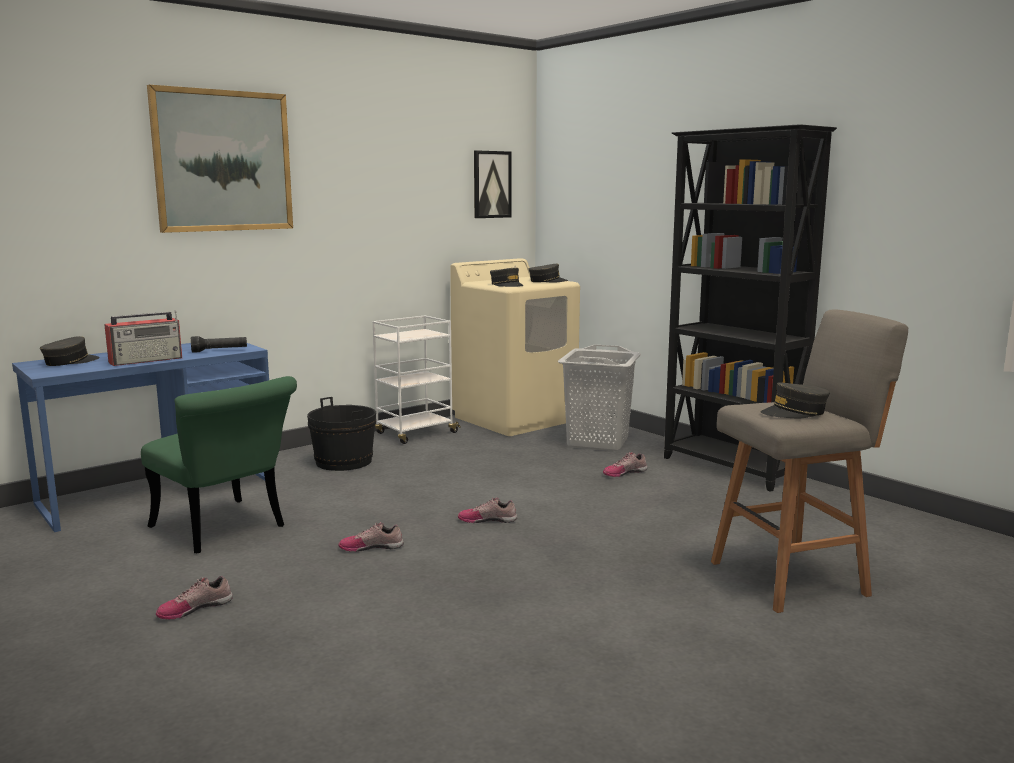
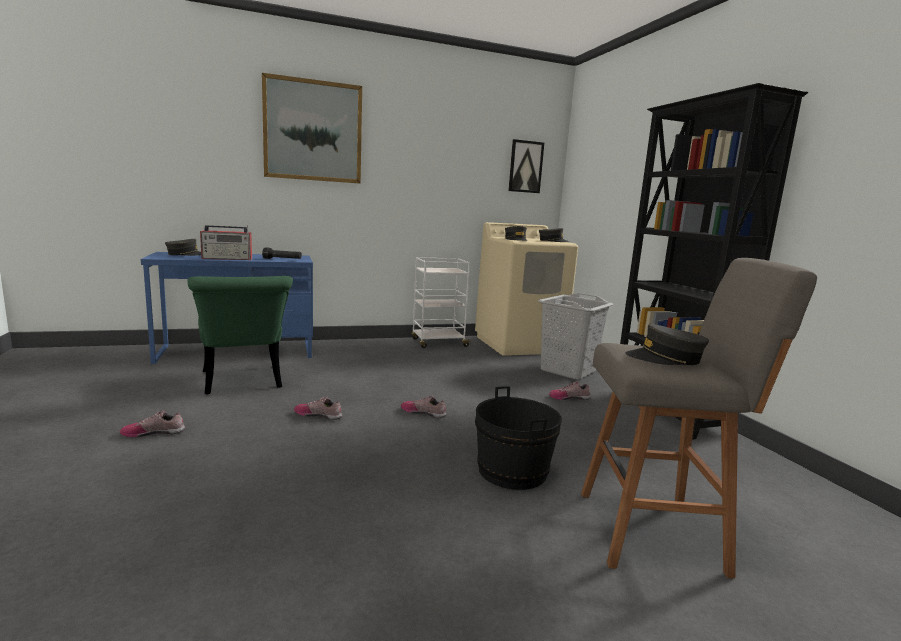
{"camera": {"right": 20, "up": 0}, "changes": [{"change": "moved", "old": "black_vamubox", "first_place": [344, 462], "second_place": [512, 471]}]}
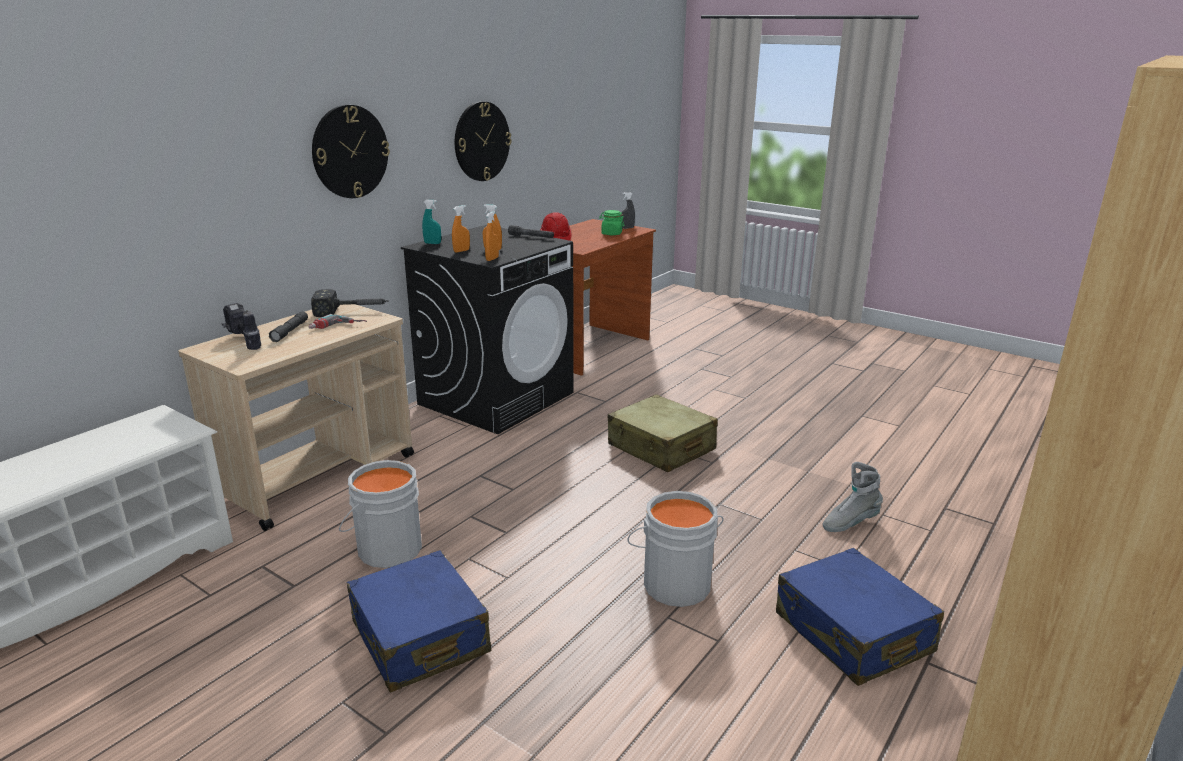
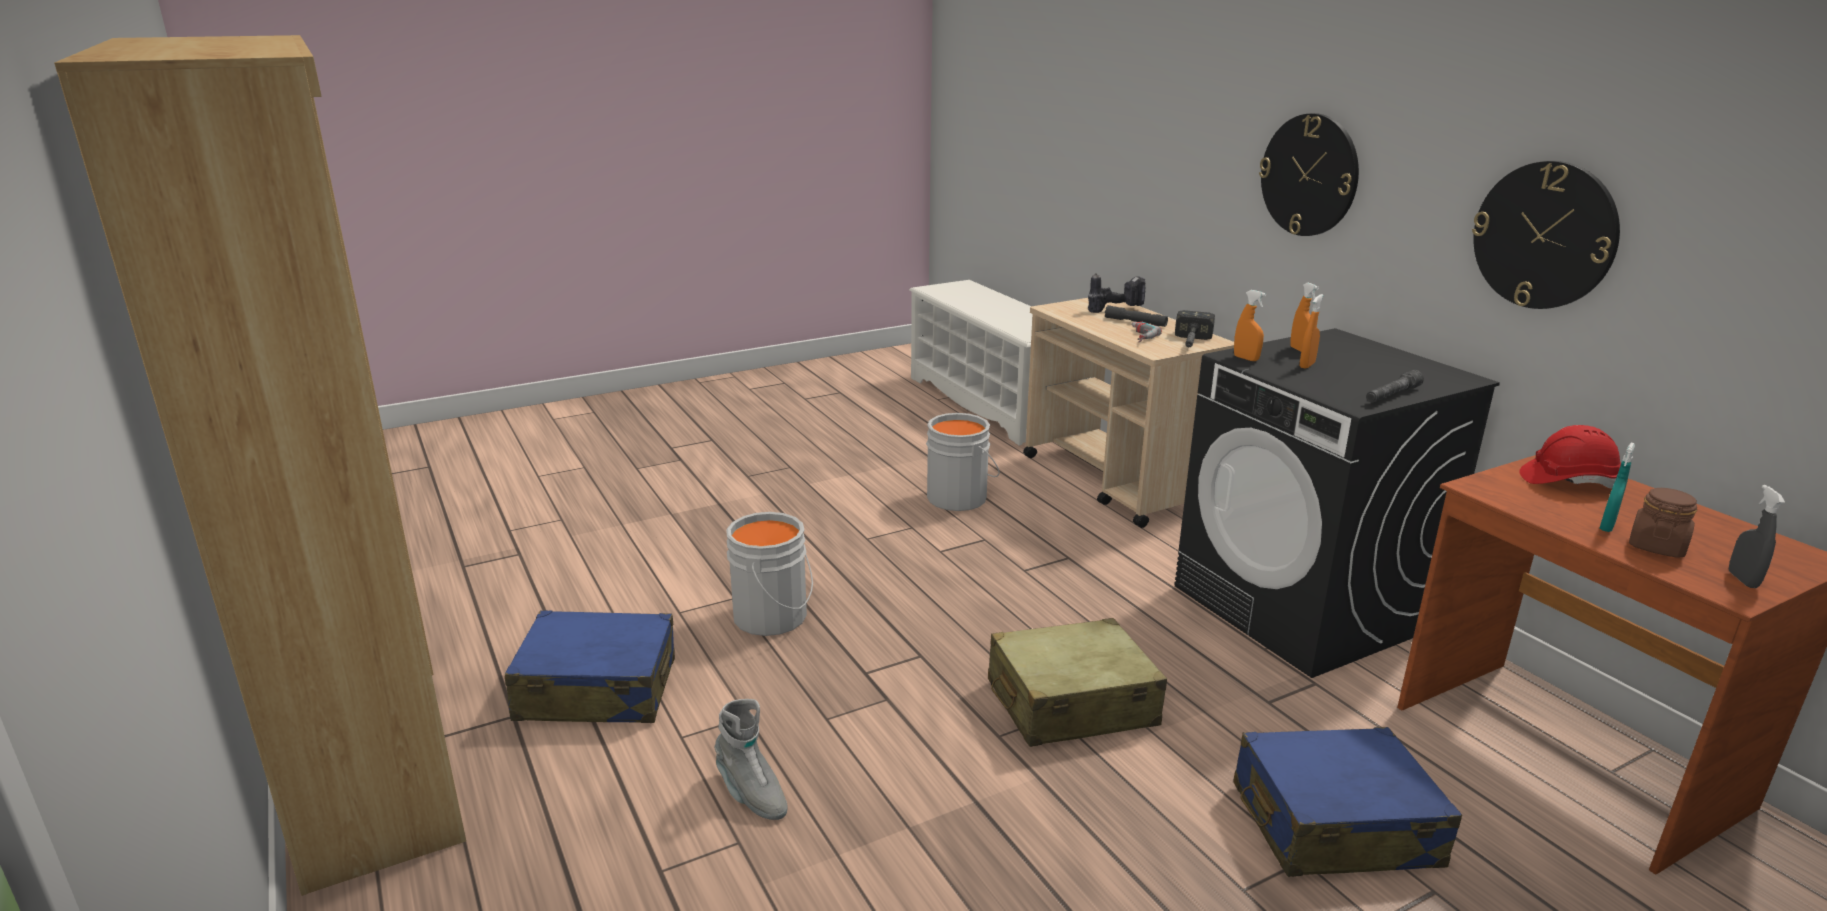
{"camera": {"right": 115, "up": 0}, "changes": [{"change": "moved", "old": "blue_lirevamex", "first_place": [419, 637], "second_place": [1333, 825]}, {"change": "moved", "old": "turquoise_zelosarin", "first_place": [432, 243], "second_place": [1607, 526]}, {"change": "recoloured", "old": "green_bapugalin", "new": "brown_bapugalin", "first_place": [611, 234], "second_place": [1656, 546]}, {"change": "turned", "old": "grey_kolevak", "first_place": [850, 523], "second_place": [751, 794], "degrees": 135}]}
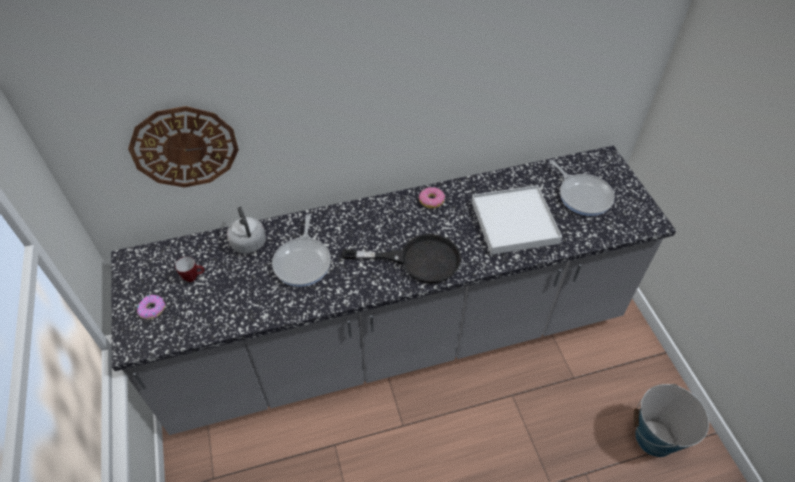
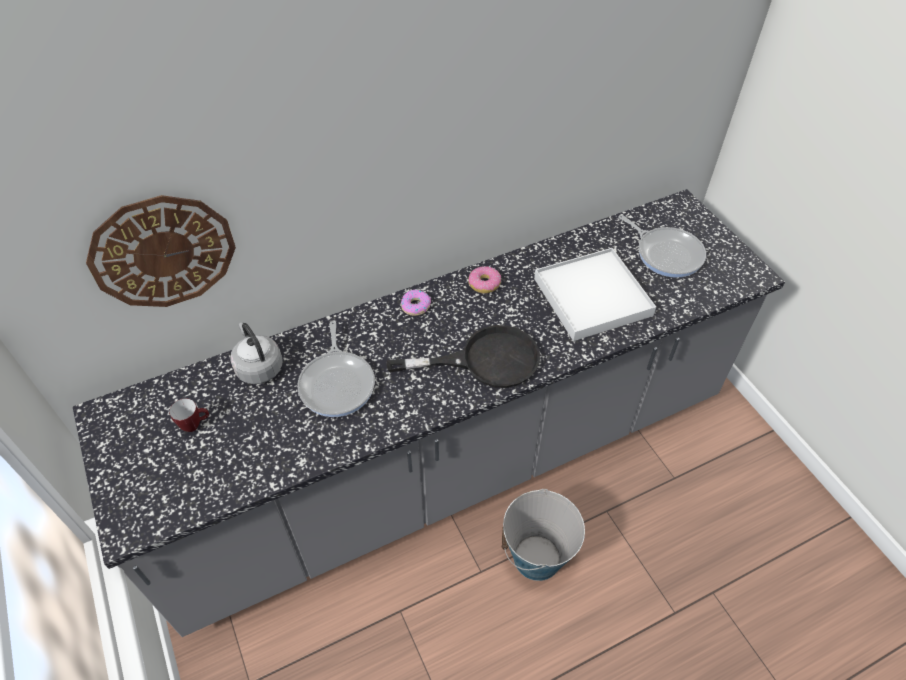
{"camera": {"right": -10, "up": 0}, "changes": [{"change": "moved", "old": "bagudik", "first_place": [152, 309], "second_place": [415, 306]}, {"change": "moved", "old": "vamubox", "first_place": [654, 438], "second_place": [537, 558]}]}
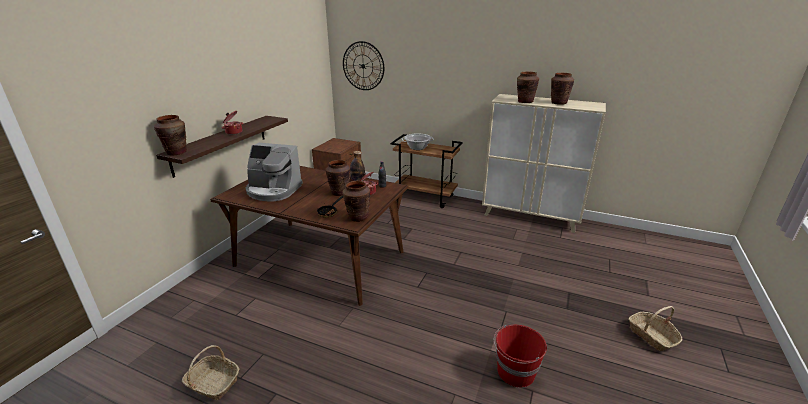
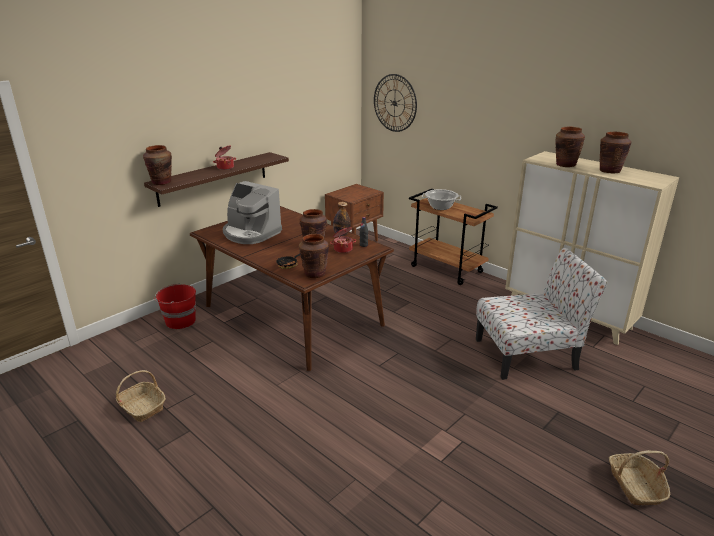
{"camera": {"right": 20, "up": 0}, "changes": [{"change": "added", "new": "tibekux", "second_place": [528, 354]}, {"change": "moved", "old": "red_vamubox", "first_place": [515, 372], "second_place": [179, 321]}]}
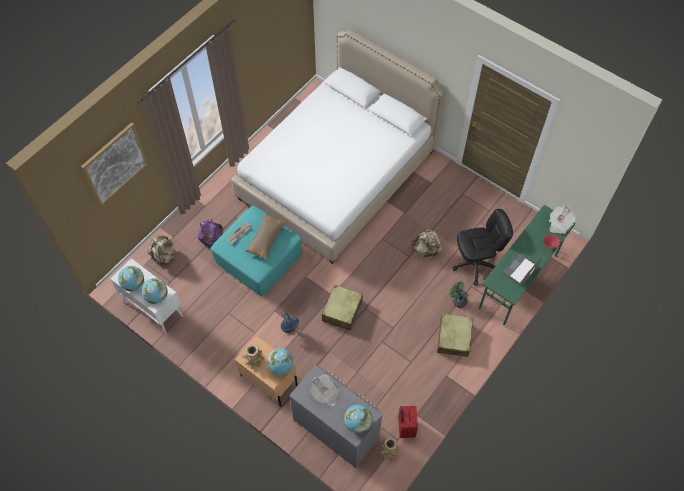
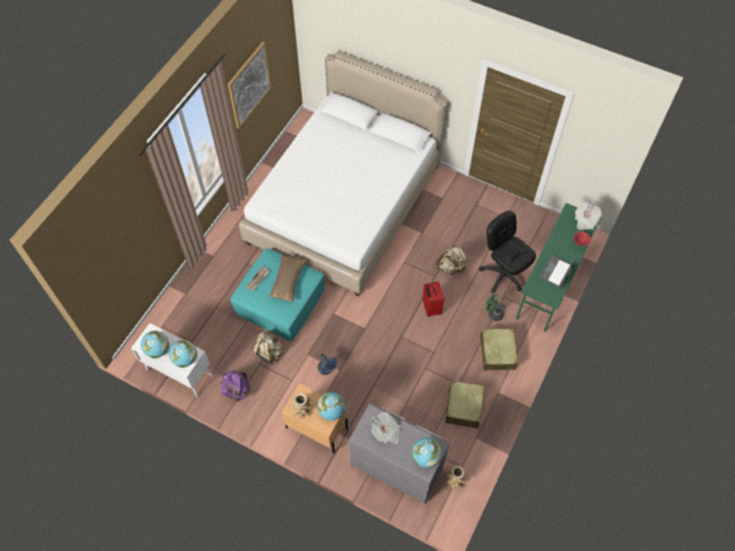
{"camera": {"right": -10, "up": 0}, "changes": [{"change": "moved", "old": "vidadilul", "first_place": [114, 164], "second_place": [249, 85]}, {"change": "moved", "old": "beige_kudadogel", "first_place": [164, 256], "second_place": [269, 352]}, {"change": "moved", "old": "purple_kudadogel", "first_place": [212, 240], "second_place": [236, 390]}, {"change": "moved", "old": "beige_lirevamex", "first_place": [342, 311], "second_place": [463, 407]}, {"change": "moved", "old": "red_lirevamex", "first_place": [405, 428], "second_place": [431, 308]}, {"change": "turned", "old": "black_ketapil", "first_place": [475, 264], "second_place": [503, 274], "degrees": -105}]}
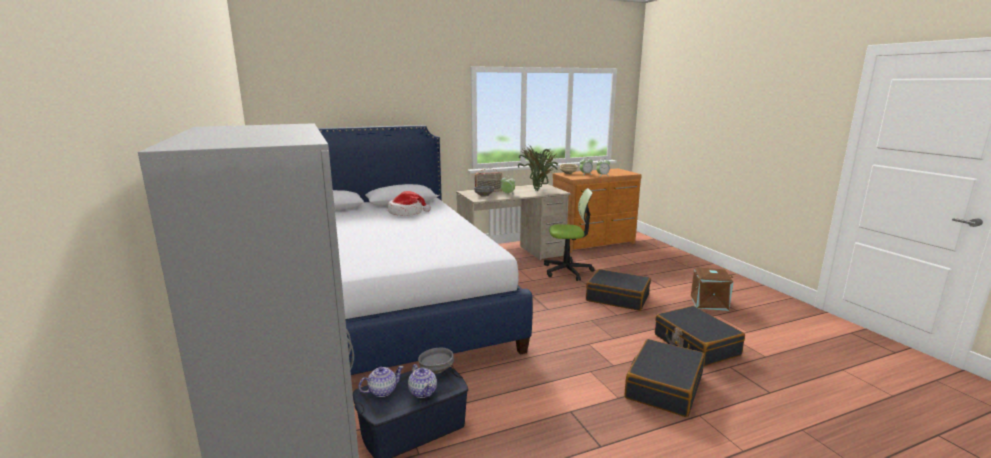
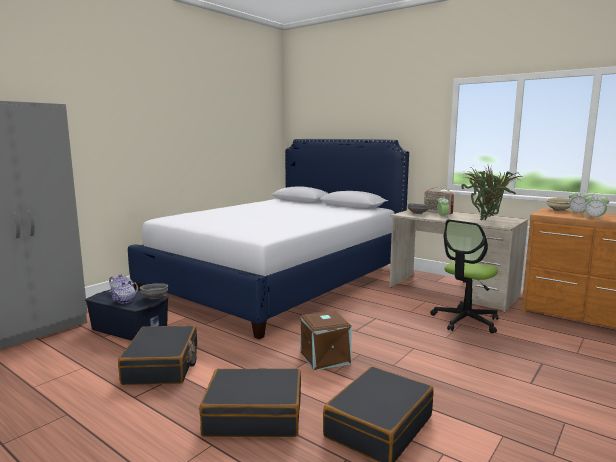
{"camera": {"right": 60, "up": -5}, "changes": [{"change": "removed", "old": "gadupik", "first_place": [406, 213]}, {"change": "moved", "old": "black_lirevamex", "first_place": [617, 298], "second_place": [162, 366]}, {"change": "moved", "old": "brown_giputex", "first_place": [709, 302], "second_place": [326, 358]}, {"change": "turned", "old": "ketapil", "first_place": [567, 271], "second_place": [465, 321], "degrees": 75}]}
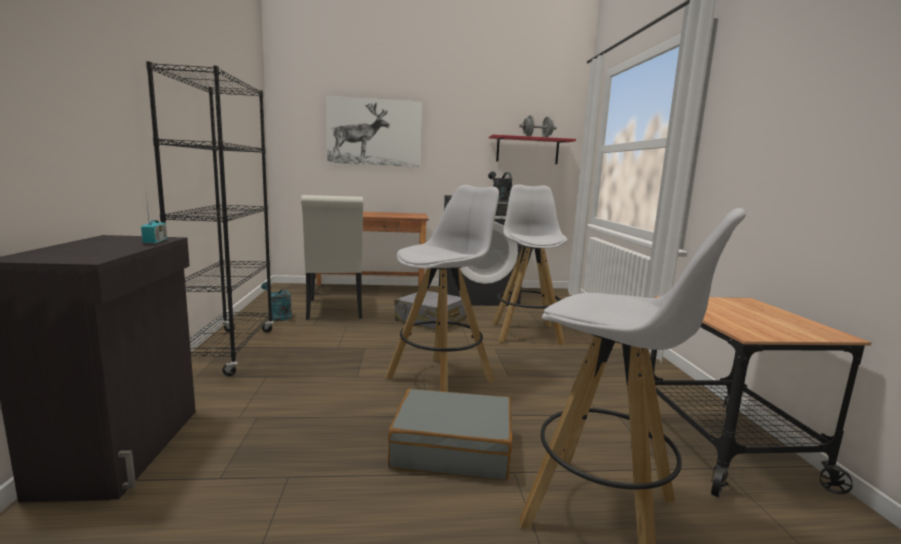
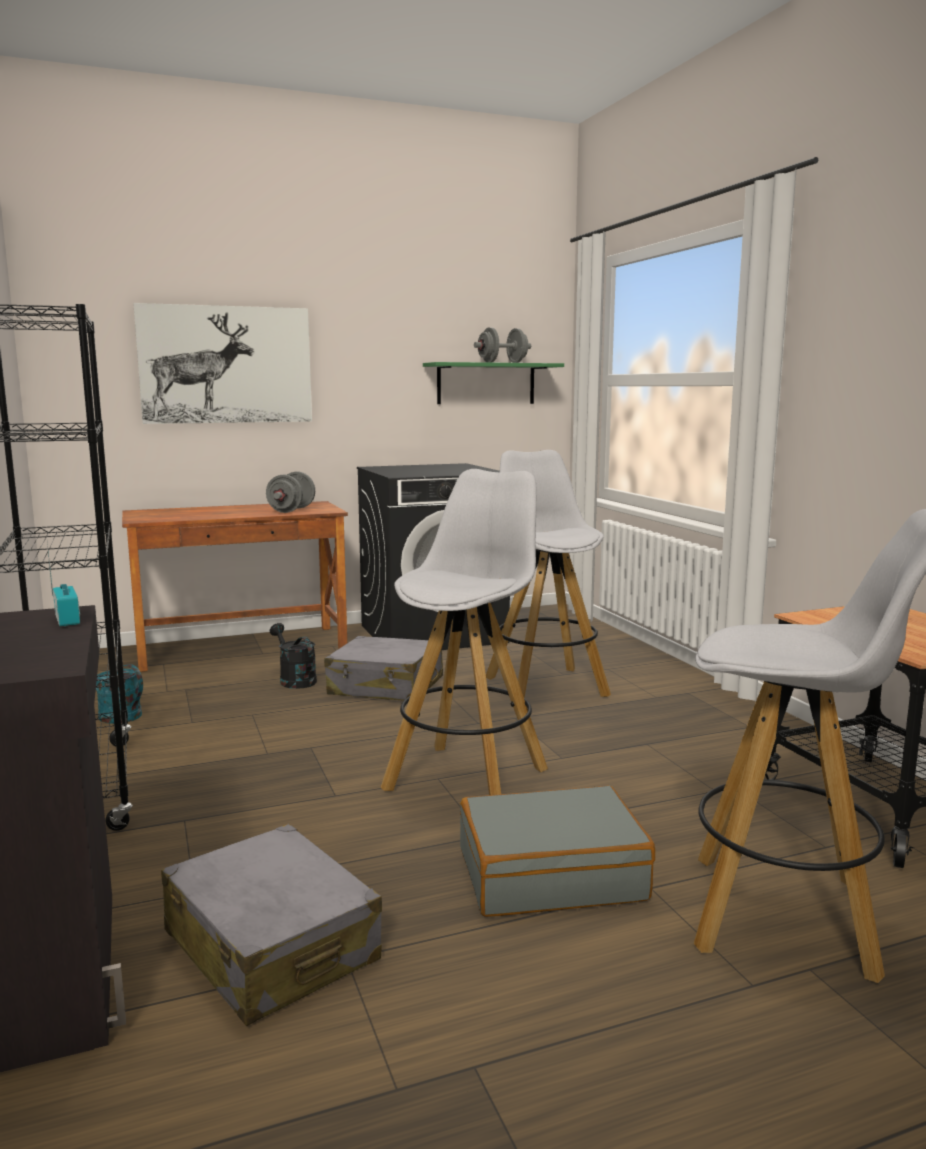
{"camera": {"right": -15, "up": 0}, "changes": [{"change": "removed", "old": "white_tibekux", "first_place": [335, 311]}, {"change": "added", "new": "grey_lirevamex", "second_place": [271, 947]}, {"change": "added", "new": "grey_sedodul", "second_place": [291, 510]}, {"change": "moved", "old": "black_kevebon", "first_place": [499, 199], "second_place": [294, 680]}, {"change": "recoloured", "old": "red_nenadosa", "new": "green_nenadosa", "first_place": [527, 150], "second_place": [486, 383]}]}
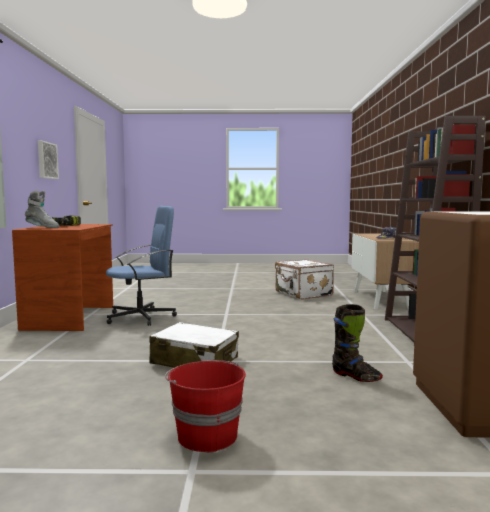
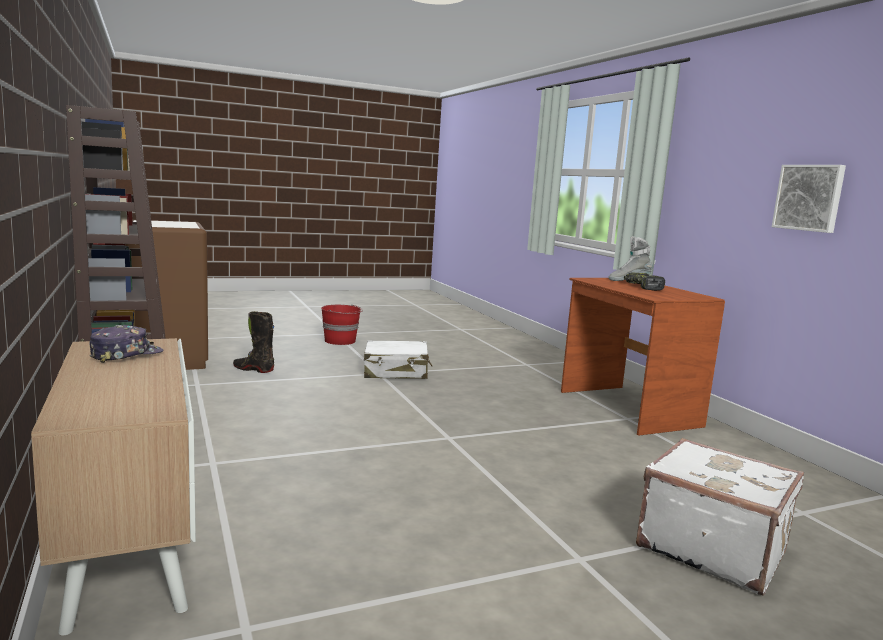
{"camera": {"right": 155, "up": 5}, "changes": [{"change": "removed", "old": "blue_ketapil", "first_place": [141, 317]}, {"change": "moved", "old": "white_lirevamex", "first_place": [303, 294], "second_place": [711, 548]}]}
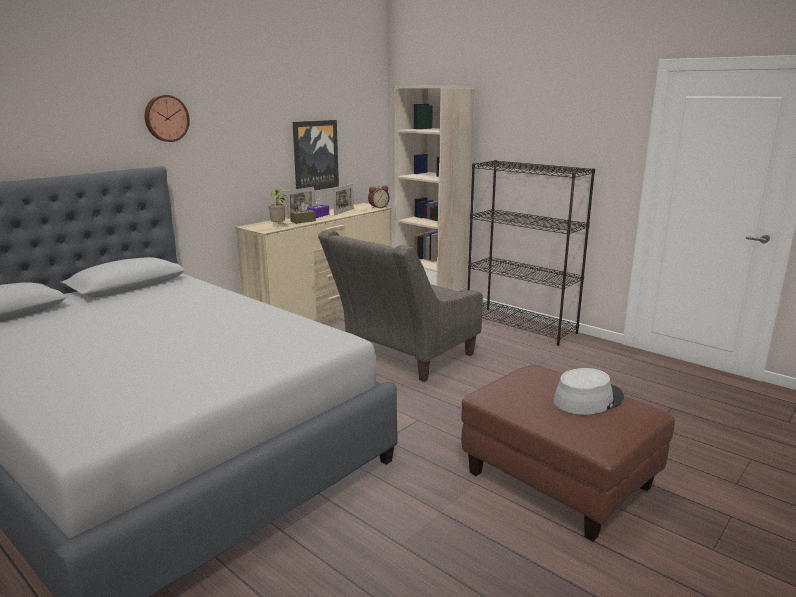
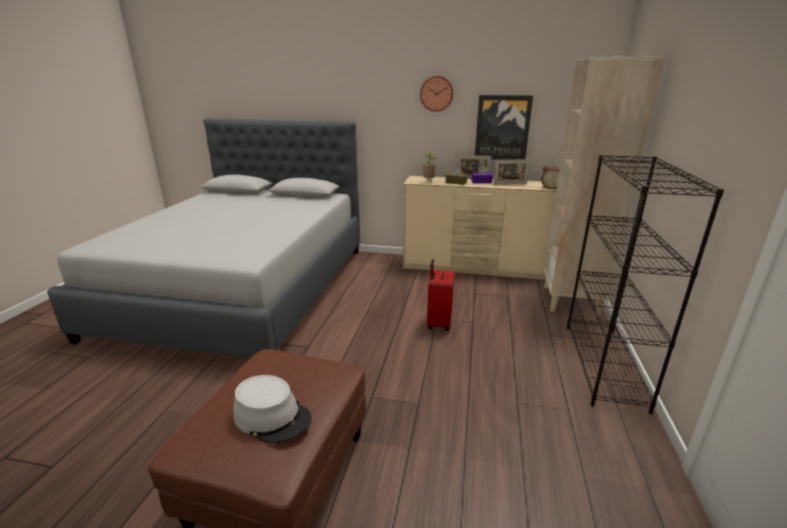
{"camera": {"right": 60, "up": 5}, "changes": [{"change": "moved", "old": "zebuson", "first_place": [166, 118], "second_place": [436, 93]}, {"change": "replaced", "old": "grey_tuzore", "new": "red_lirevamex", "first_place": [403, 359], "second_place": [438, 323]}]}
